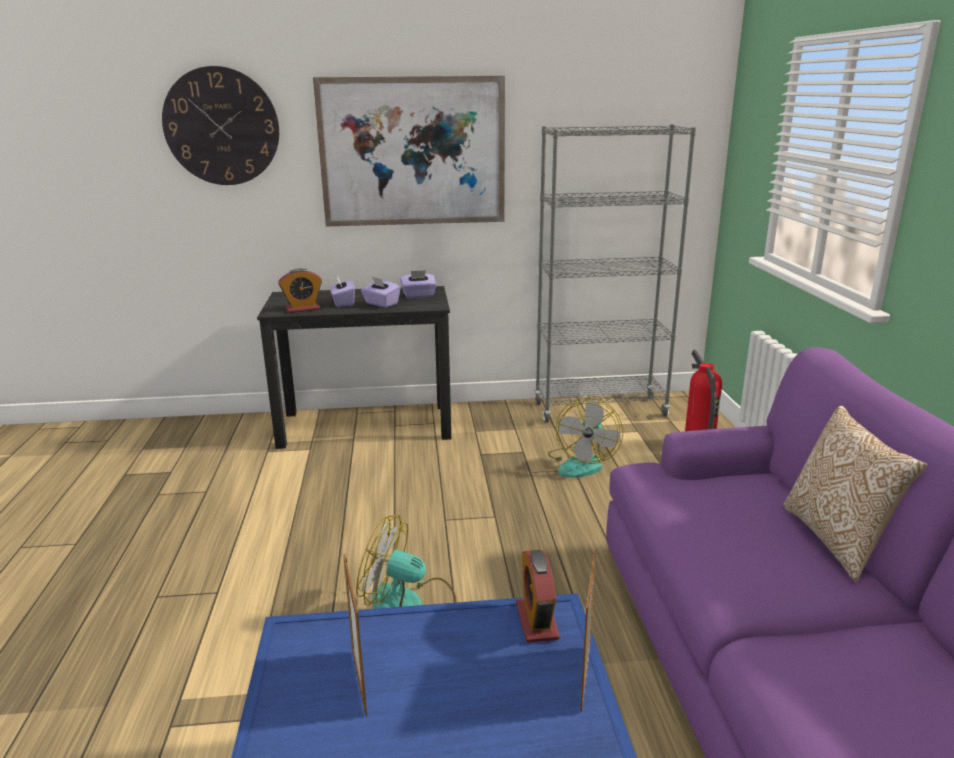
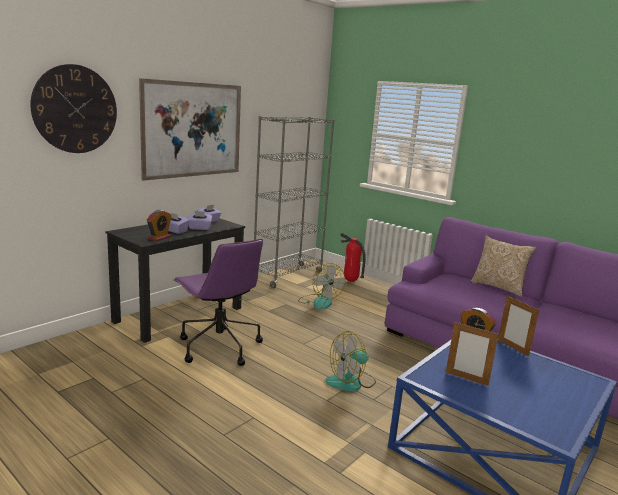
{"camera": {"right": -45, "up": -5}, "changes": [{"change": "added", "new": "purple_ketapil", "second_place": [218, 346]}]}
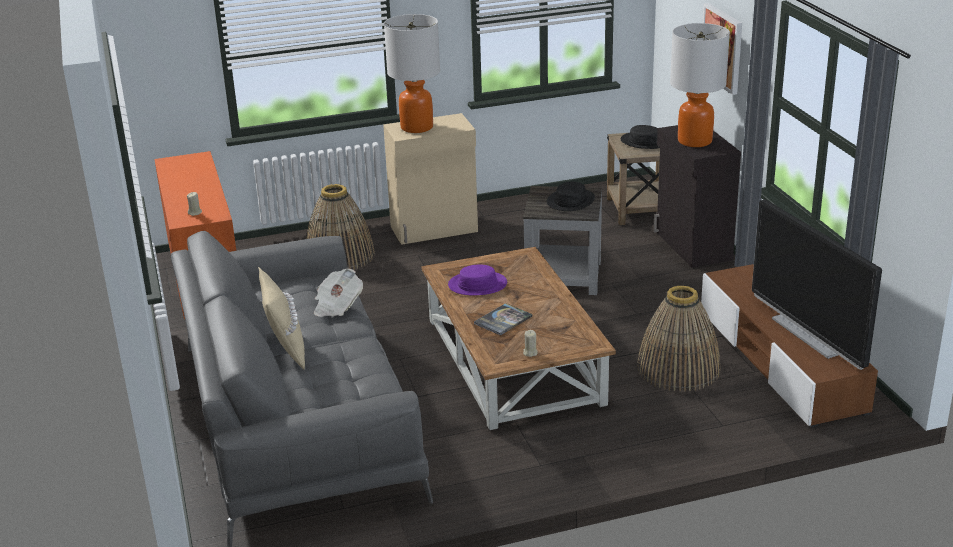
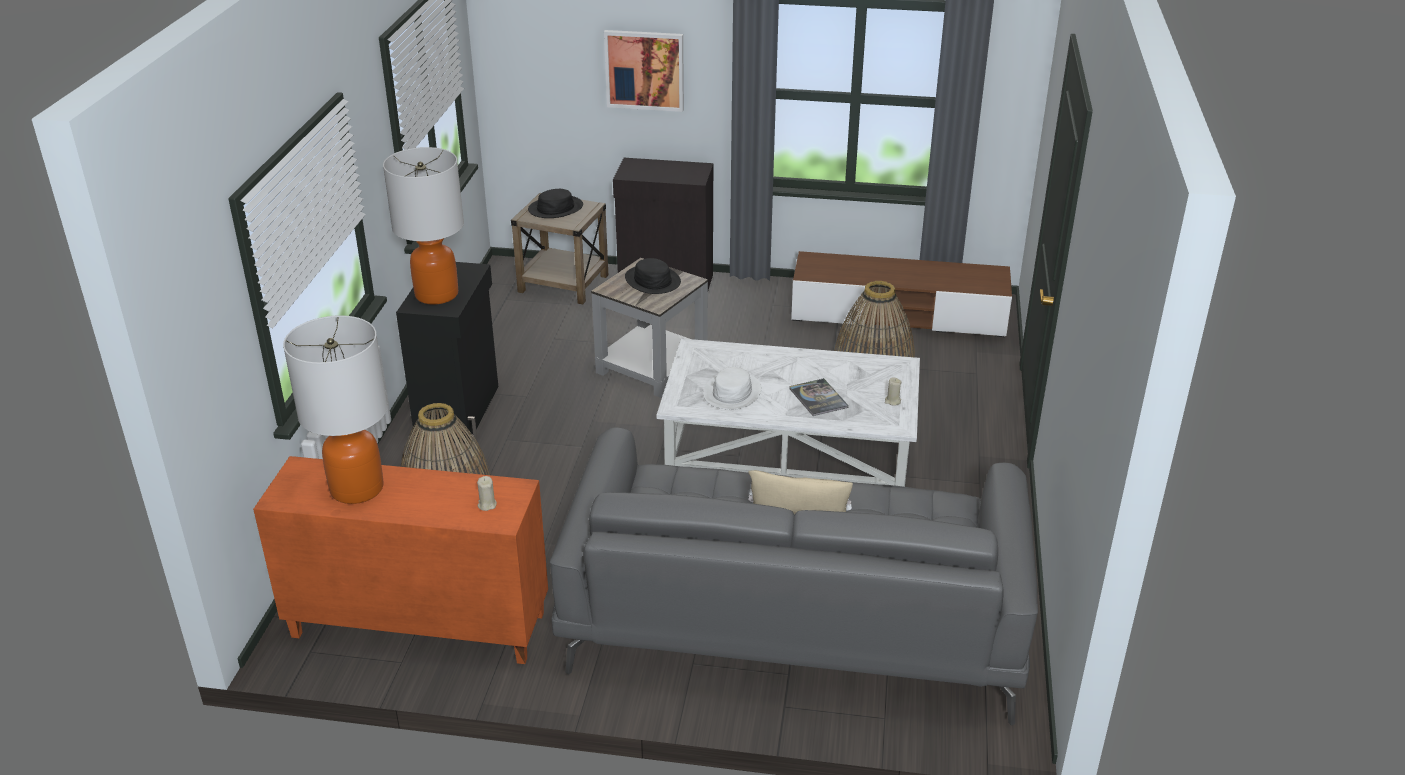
{"camera": {"right": -65, "up": 5}, "changes": [{"change": "removed", "old": "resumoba", "first_place": [337, 306]}, {"change": "removed", "old": "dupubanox", "first_place": [810, 334]}, {"change": "moved", "old": "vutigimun", "first_place": [694, 141], "second_place": [356, 488]}, {"change": "recoloured", "old": "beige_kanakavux", "new": "black_kanakavux", "first_place": [435, 229], "second_place": [459, 411]}, {"change": "recoloured", "old": "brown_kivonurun", "new": "white_kivonurun", "first_place": [511, 360], "second_place": [788, 445]}, {"change": "recoloured", "old": "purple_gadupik", "new": "white_gadupik", "first_place": [477, 285], "second_place": [732, 392]}]}
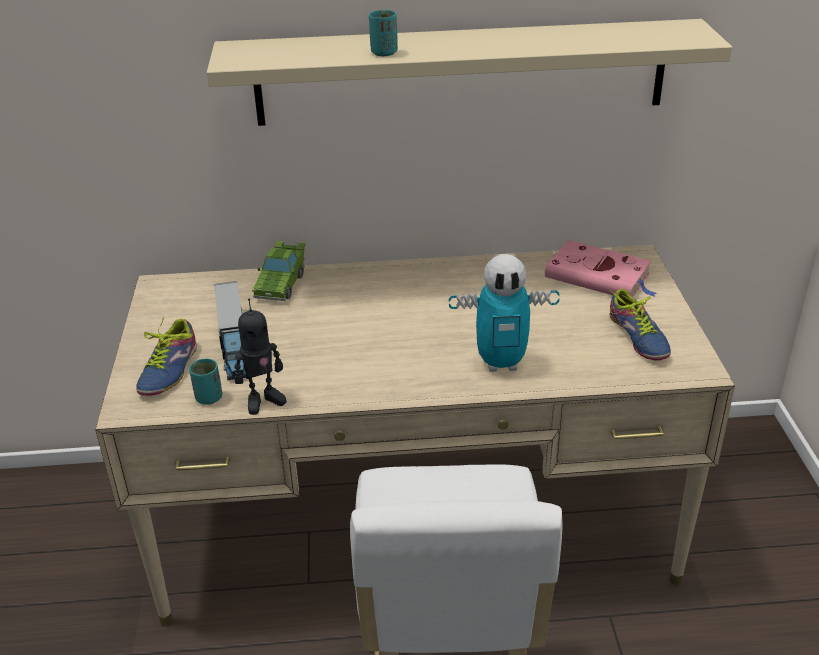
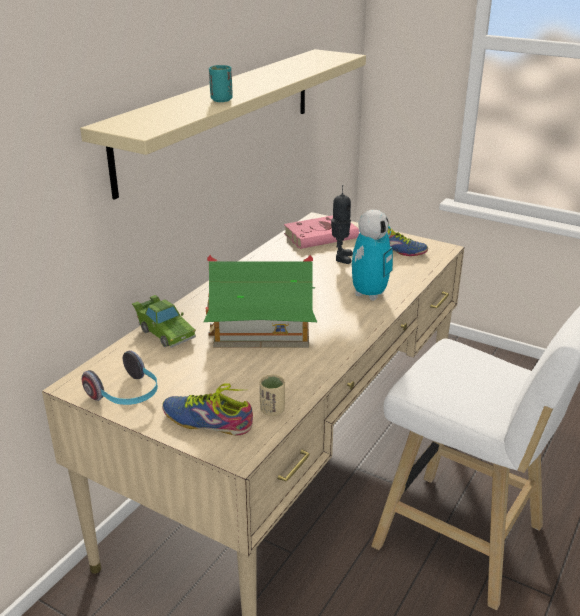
{"camera": {"right": -55, "up": -5}, "changes": [{"change": "removed", "old": "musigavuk", "first_place": [234, 344]}, {"change": "added", "new": "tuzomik", "second_place": [126, 395]}, {"change": "added", "new": "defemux", "second_place": [261, 331]}, {"change": "moved", "old": "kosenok", "first_place": [263, 400], "second_place": [341, 258]}, {"change": "recoloured", "old": "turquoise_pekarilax", "new": "beige_pekarilax", "first_place": [209, 398], "second_place": [272, 410]}, {"change": "turned", "old": "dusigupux", "first_place": [165, 370], "second_place": [208, 419], "degrees": 150}]}
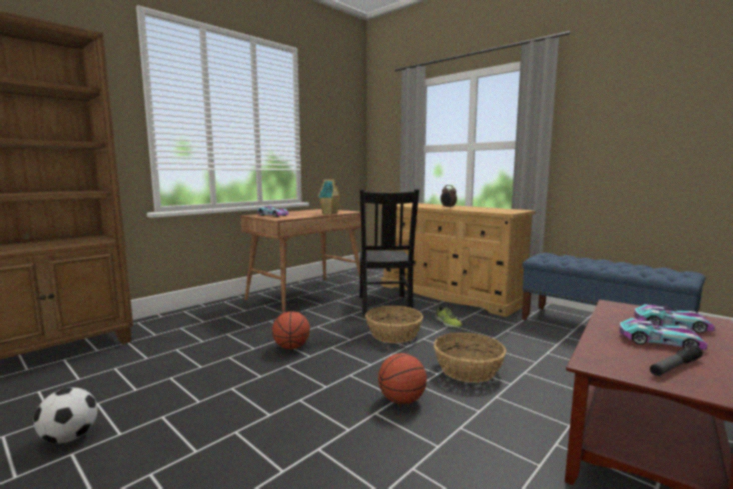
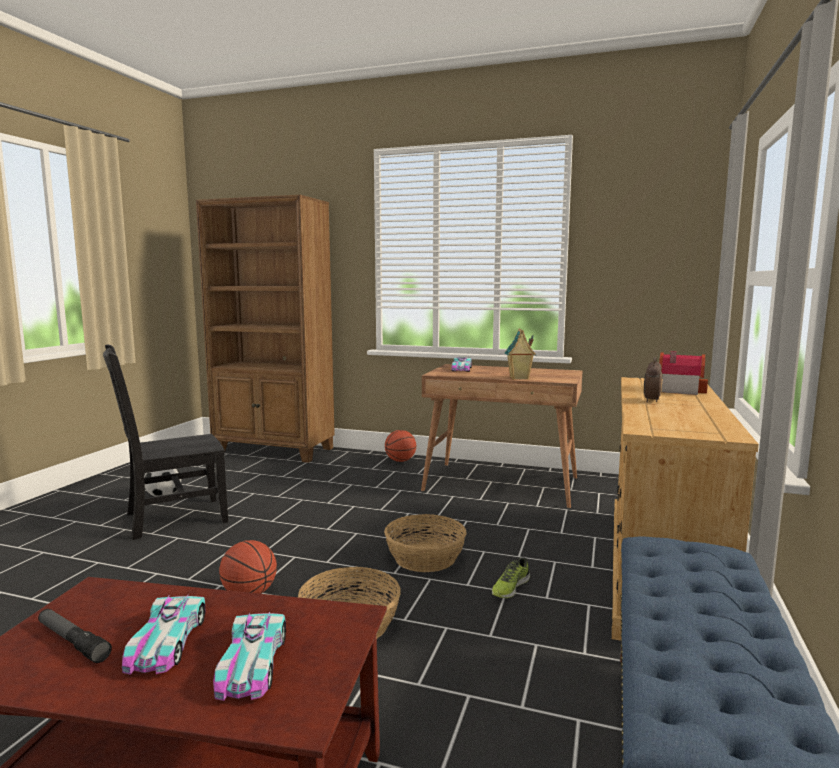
{"camera": {"right": 65, "up": 0}, "changes": [{"change": "added", "new": "defemux", "second_place": [678, 390]}, {"change": "moved", "old": "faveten", "first_place": [291, 347], "second_place": [400, 461]}, {"change": "moved", "old": "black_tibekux", "first_place": [384, 305], "second_place": [172, 518]}]}
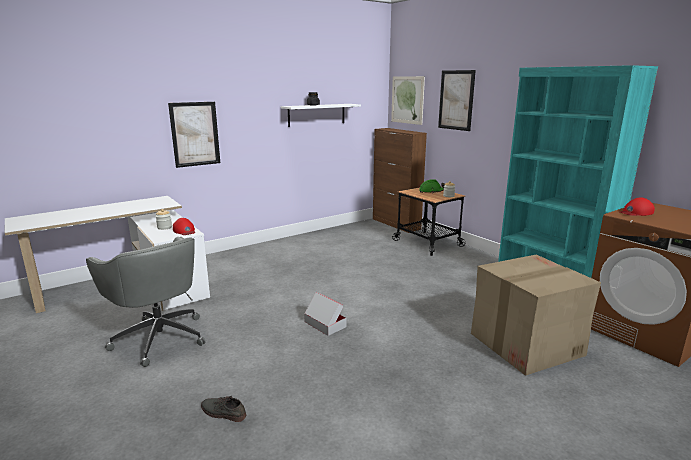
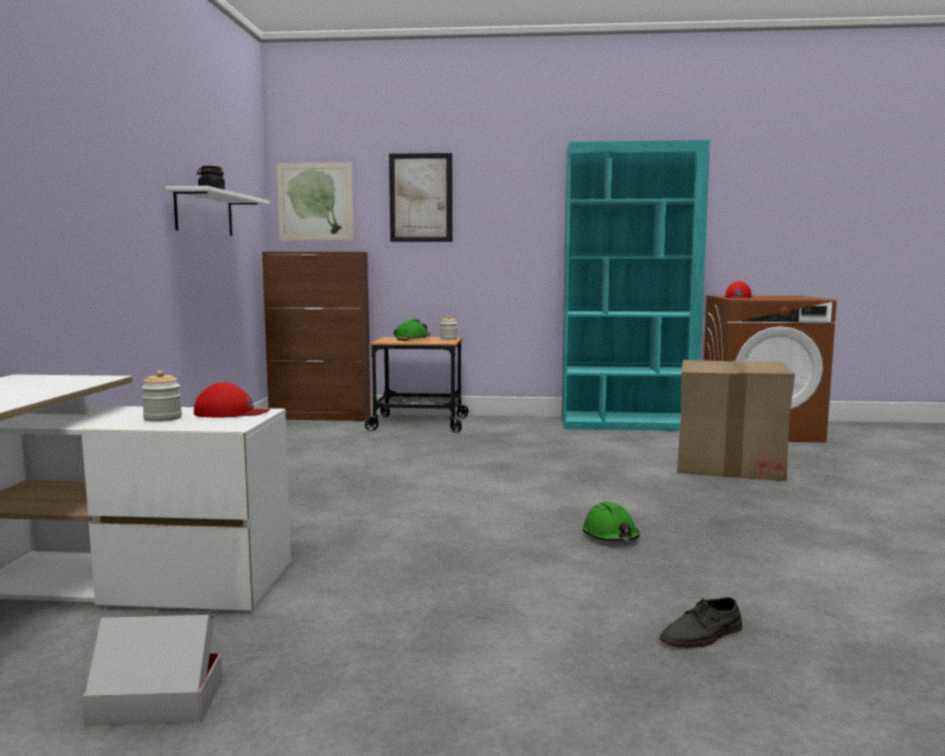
{"camera": {"right": -50, "up": -10}, "changes": [{"change": "removed", "old": "grey_ketapil", "first_place": [159, 337]}, {"change": "removed", "old": "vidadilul", "first_place": [195, 134]}, {"change": "added", "new": "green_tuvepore", "second_place": [611, 536]}, {"change": "moved", "old": "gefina", "first_place": [325, 324], "second_place": [156, 702]}]}
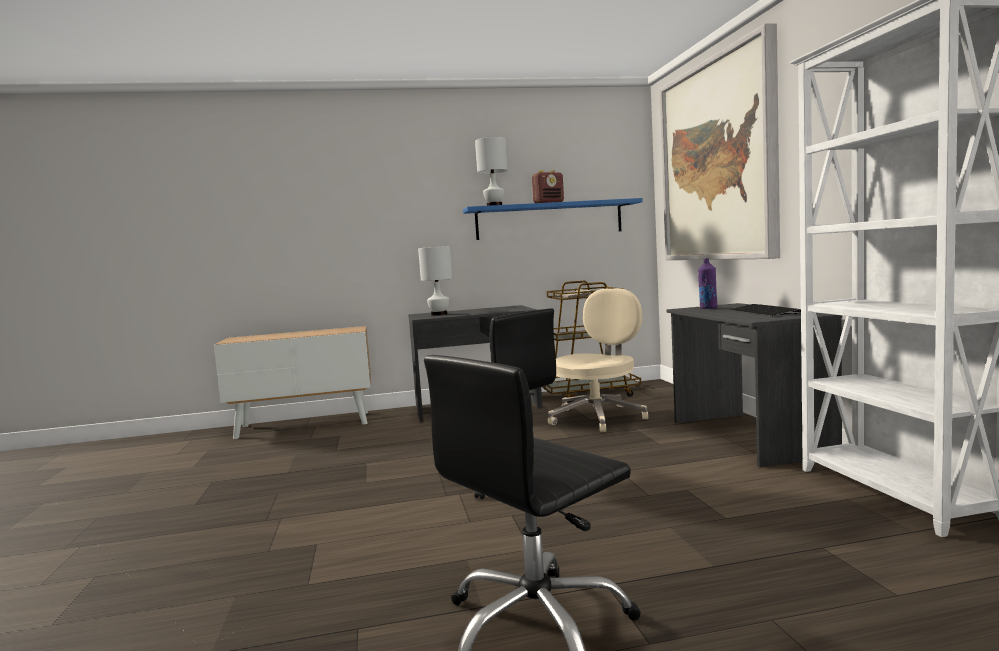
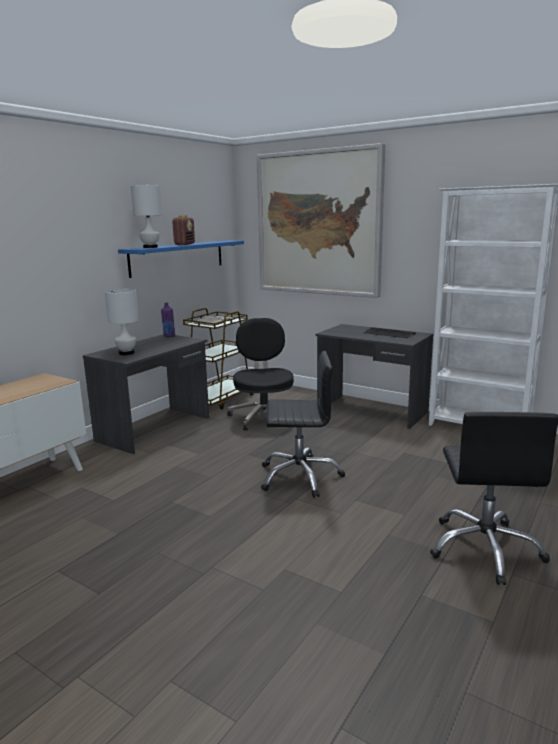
{"camera": {"right": -45, "up": 10}, "changes": [{"change": "moved", "old": "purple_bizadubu", "first_place": [708, 308], "second_place": [169, 336]}, {"change": "recoloured", "old": "beige_ketapil", "new": "black_ketapil", "first_place": [598, 417], "second_place": [264, 416]}]}
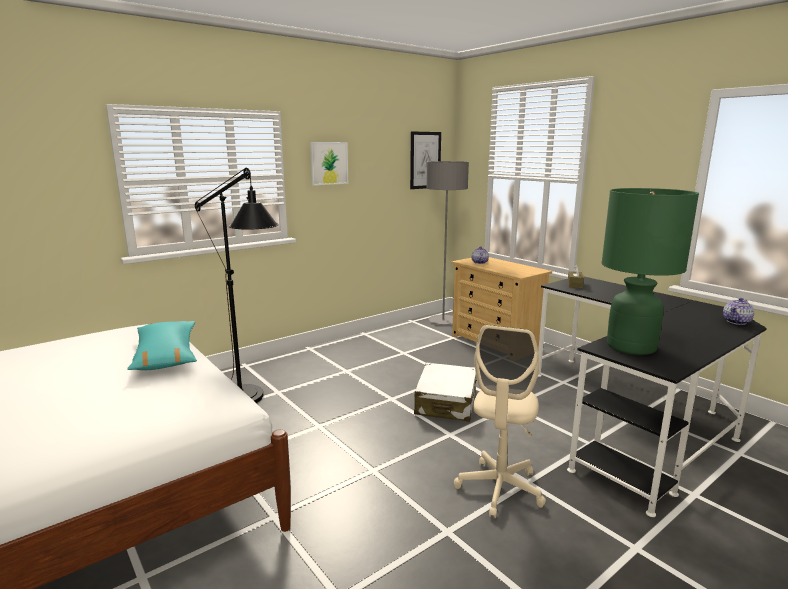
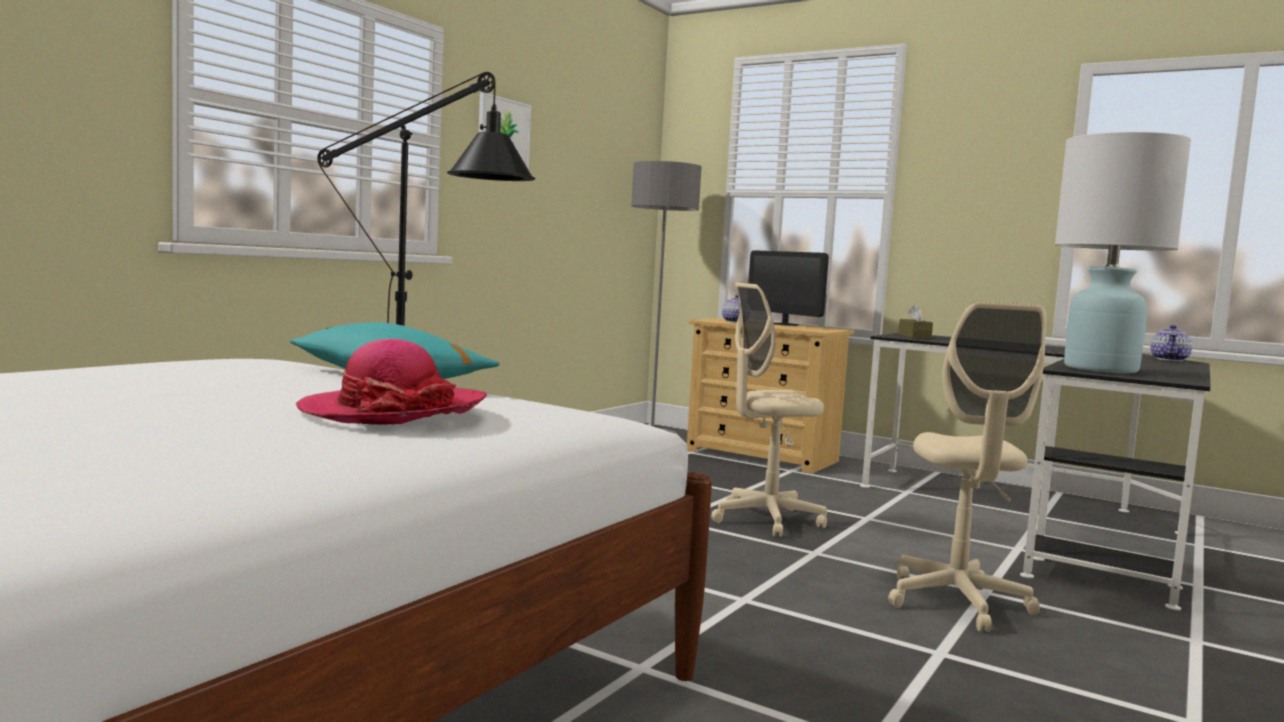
{"camera": {"right": -20, "up": -10}, "changes": [{"change": "removed", "old": "vidadilul", "first_place": [425, 160]}, {"change": "added", "new": "gadupik", "second_place": [393, 411]}, {"change": "added", "new": "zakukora", "second_place": [784, 324]}, {"change": "replaced", "old": "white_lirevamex", "new": "beige_ketapil", "first_place": [446, 402], "second_place": [766, 520]}, {"change": "recoloured", "old": "green_vutigimun", "new": "white_vutigimun", "first_place": [631, 346], "second_place": [1100, 369]}]}
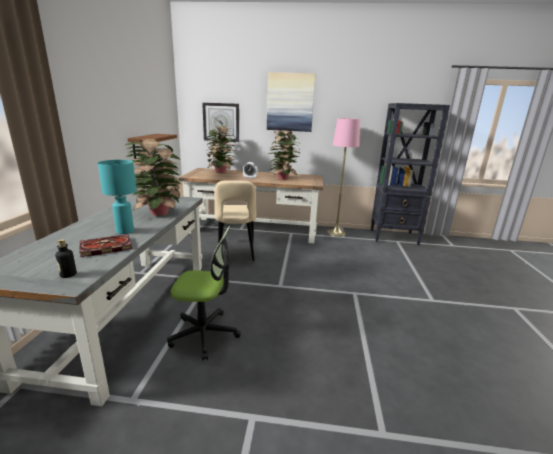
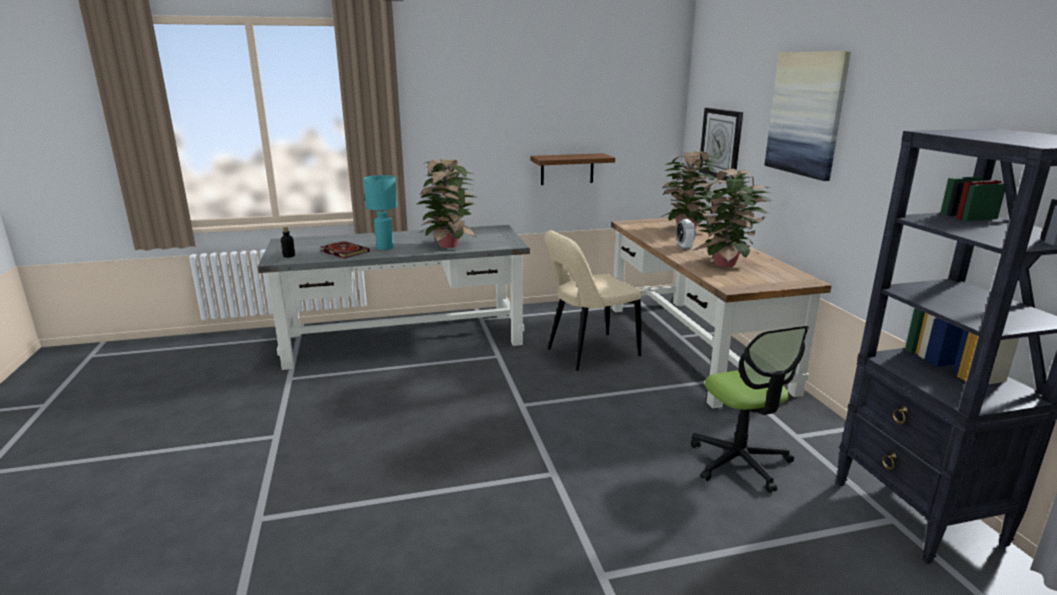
{"camera": {"right": 70, "up": 0}, "changes": [{"change": "removed", "old": "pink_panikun", "first_place": [336, 233]}, {"change": "moved", "old": "ketapil", "first_place": [204, 334], "second_place": [740, 462]}]}
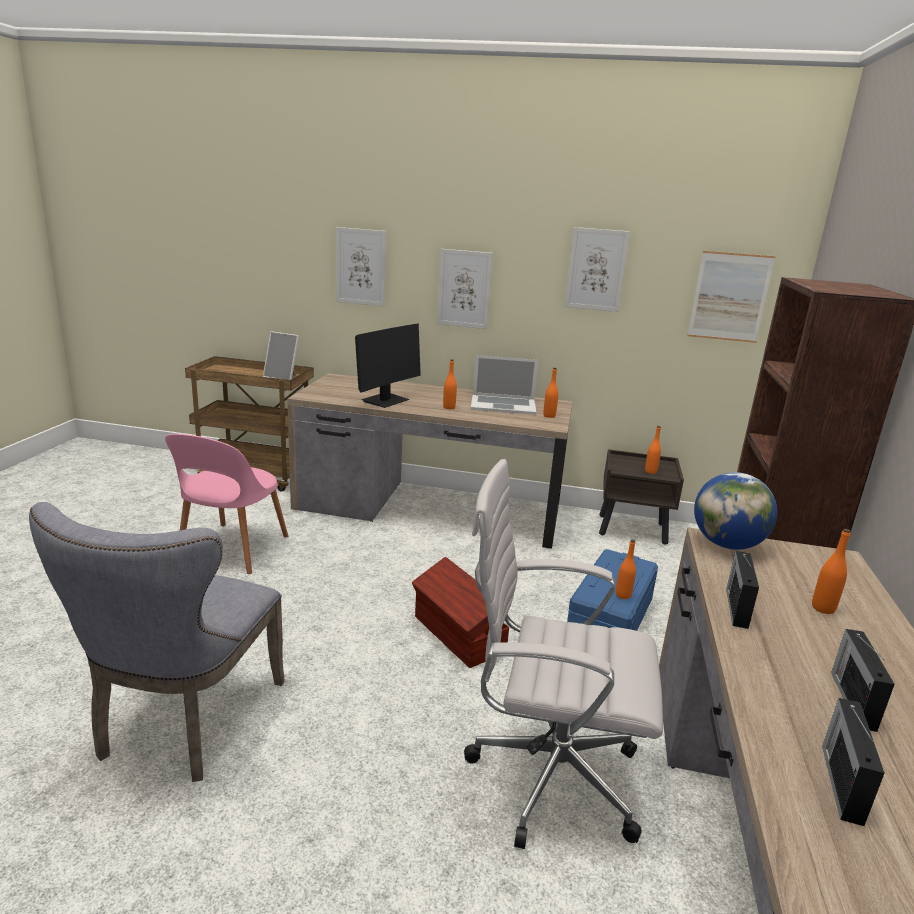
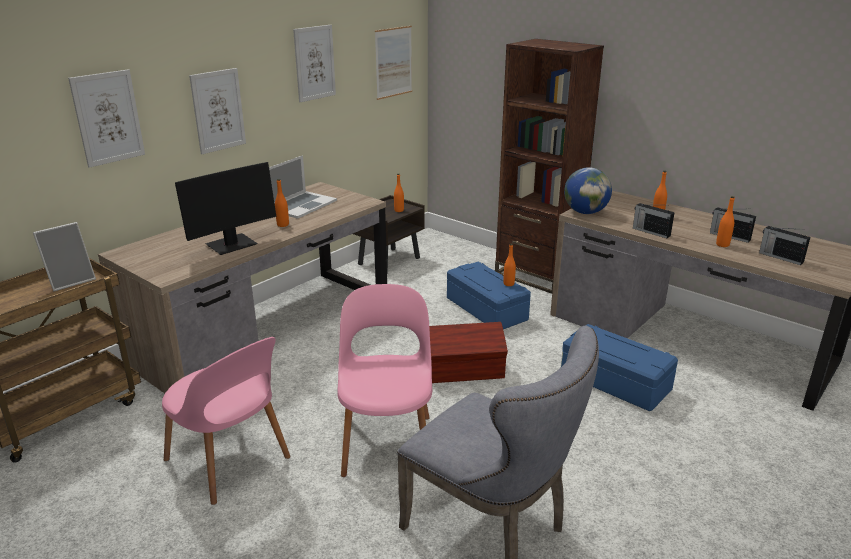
{"camera": {"right": -60, "up": 5}, "changes": [{"change": "added", "new": "pink_tibekux", "second_place": [387, 441]}, {"change": "moved", "old": "orange_bizadubu", "first_place": [549, 416], "second_place": [722, 245]}, {"change": "replaced", "old": "white_ketapil", "new": "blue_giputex", "first_place": [546, 775], "second_place": [613, 382]}, {"change": "turned", "old": "zakukora", "first_place": [385, 401], "second_place": [232, 245], "degrees": 75}]}
